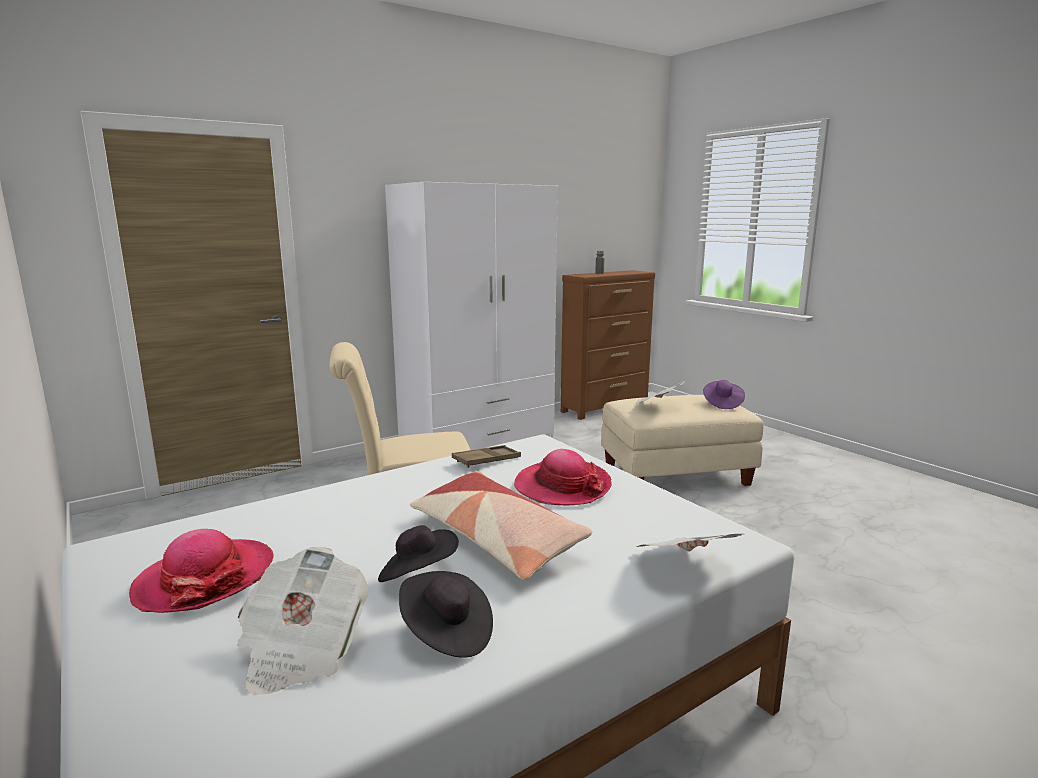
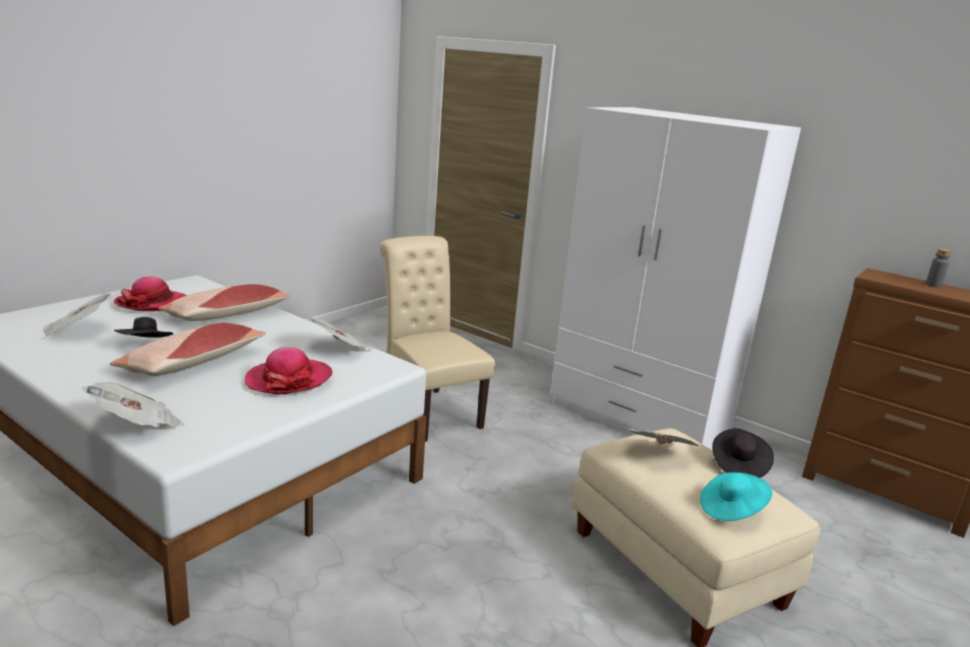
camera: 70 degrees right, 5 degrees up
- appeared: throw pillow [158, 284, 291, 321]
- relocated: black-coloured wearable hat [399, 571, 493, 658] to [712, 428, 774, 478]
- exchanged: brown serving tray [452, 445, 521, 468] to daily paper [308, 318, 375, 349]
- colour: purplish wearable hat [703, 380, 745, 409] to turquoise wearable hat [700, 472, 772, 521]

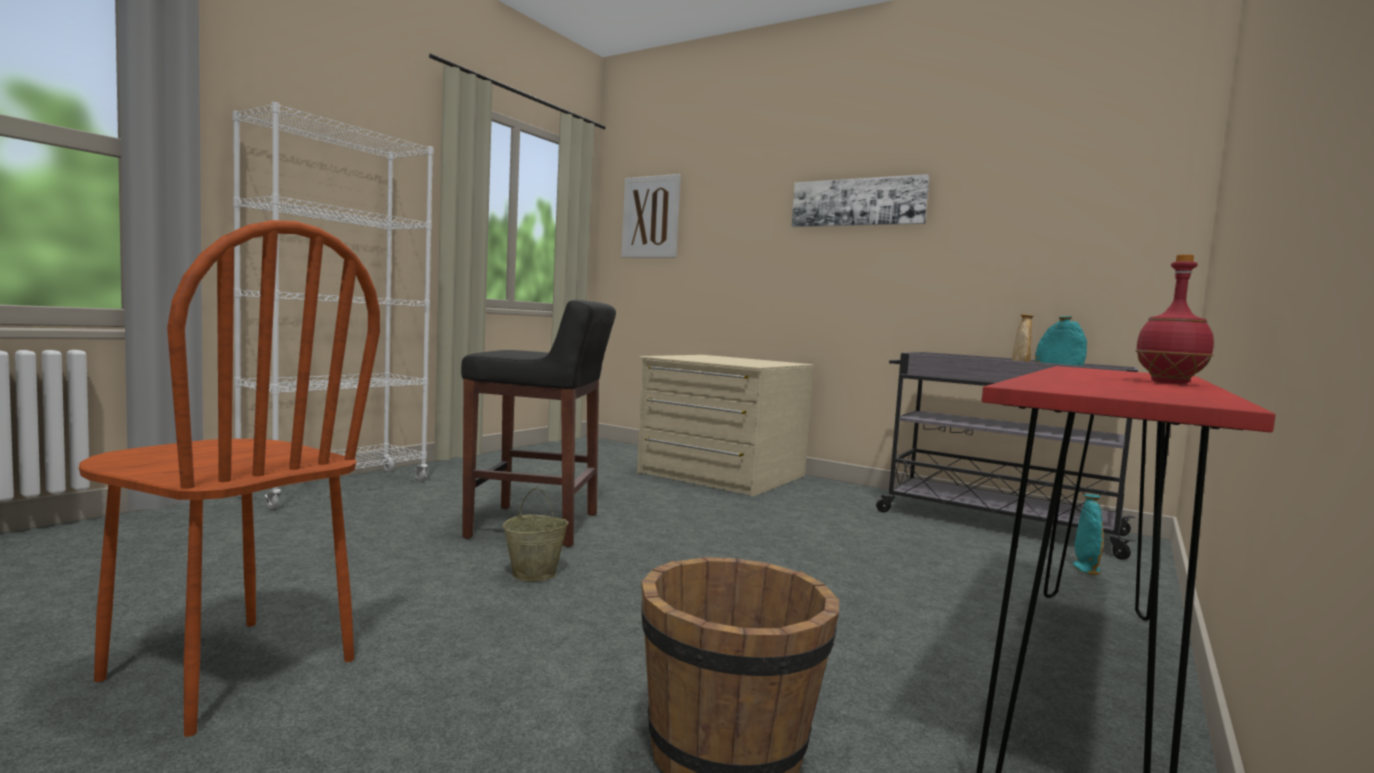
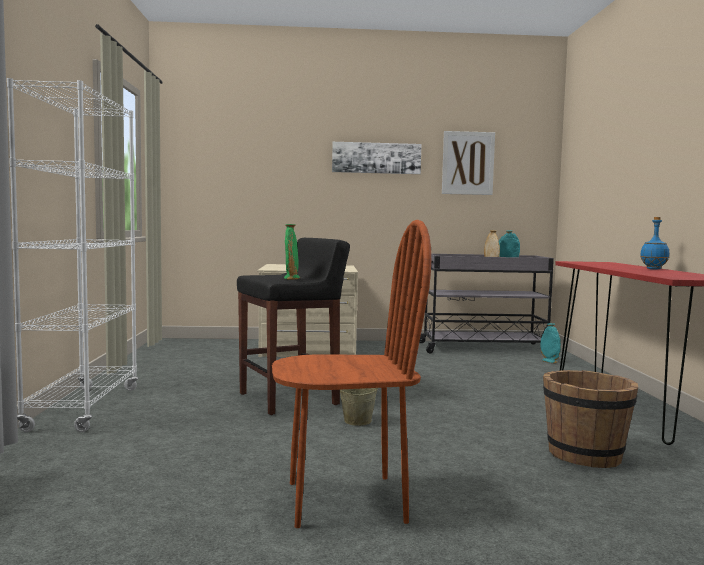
camera: 35 degrees left, 0 degrees up
- appeared: greenish vase [284, 224, 300, 280]
- relocated: wall picture [621, 174, 681, 258] to [442, 131, 495, 195]
- colour: red-coloured drink bottle [1135, 254, 1214, 384] to bluish drink bottle [640, 217, 669, 270]

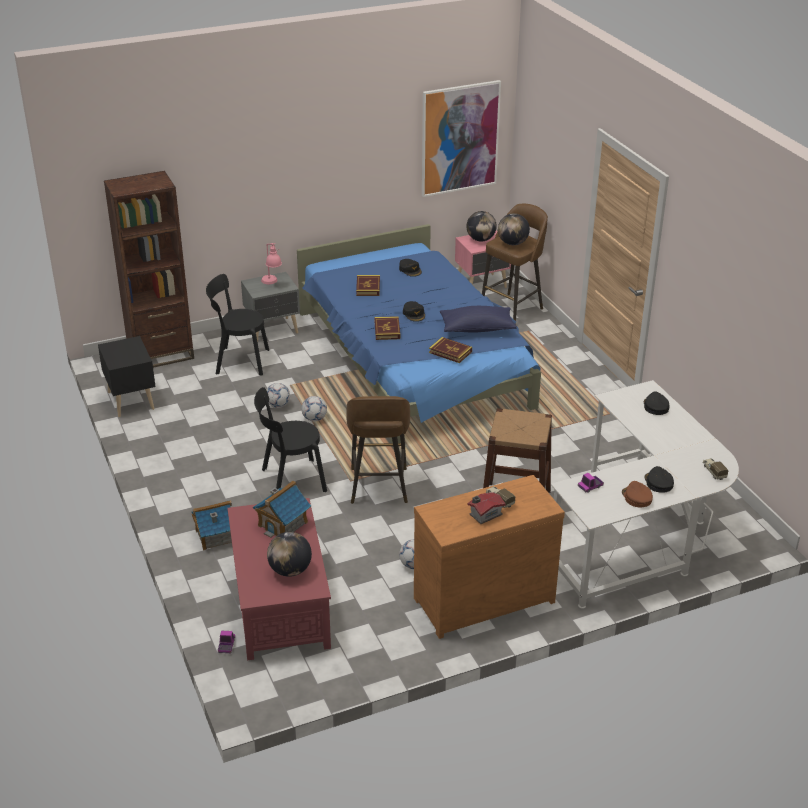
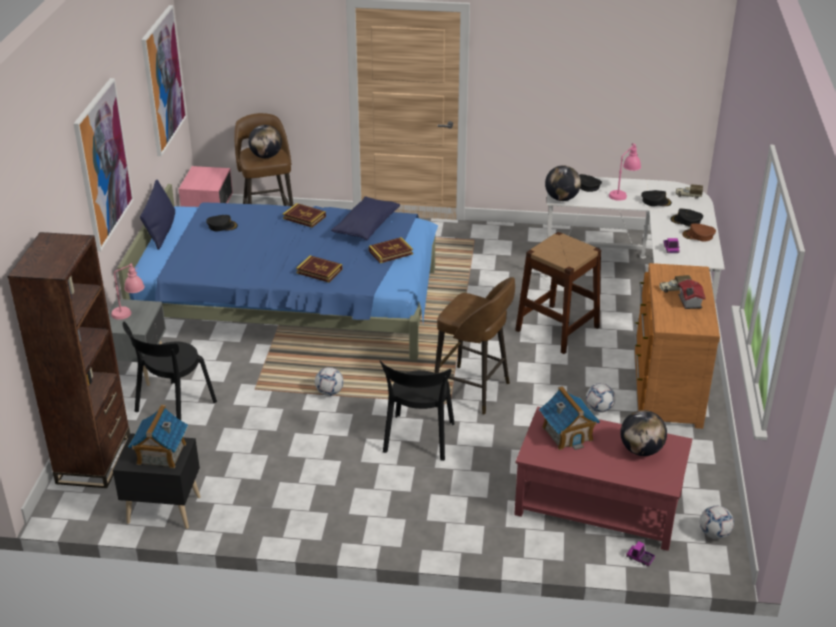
camera: 60 degrees left, 0 degrees up
- appeared: wall picture [73, 78, 134, 251]
- appeared: bluish throw pillow [140, 180, 175, 250]
- appeared: pink tabletop lamp [609, 143, 641, 201]
- relocated: model house [191, 500, 232, 550] to [128, 405, 188, 469]
- relocated: football ball [266, 383, 290, 408] to [700, 505, 734, 539]
- relocated: bound book [356, 275, 380, 296] to [283, 203, 326, 228]
- relocated: black-coloured baseball cap [403, 301, 425, 322] to [641, 190, 672, 206]
- relocated: world globe [466, 211, 497, 241] to [545, 165, 581, 201]

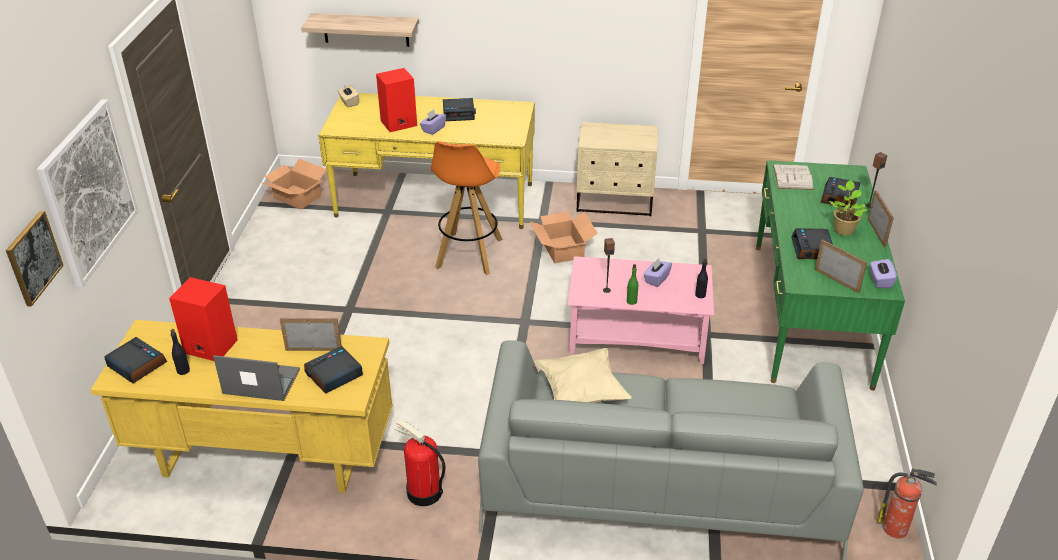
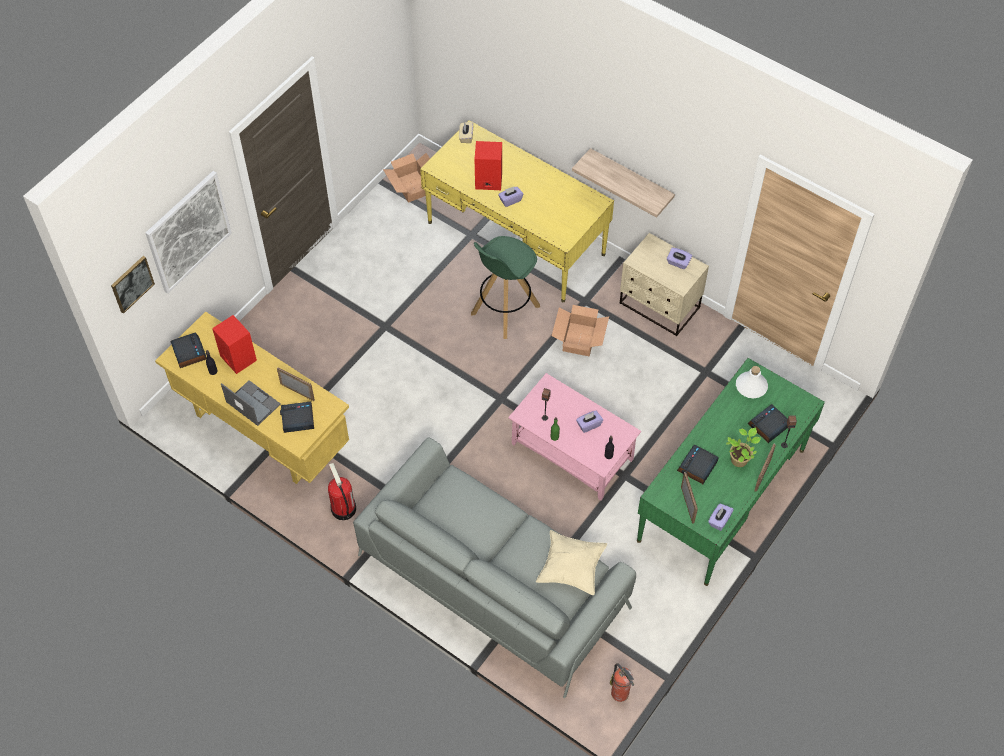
camera: 30 degrees right, 20 degrees up
- missing: table clock [443, 98, 476, 121]
- appeared: purplish tissue holder [667, 247, 692, 269]
- relocated: wall shelf [301, 13, 419, 47] to [572, 148, 675, 218]
- relocated: beige throw pillow [534, 348, 632, 403] to [536, 530, 607, 595]
- exchanged: white-coloured bound book [773, 164, 814, 190] to white-coloured drink bottle [736, 366, 768, 398]
- colour: orange sitting stool [431, 141, 503, 275] to greenish sitting stool [471, 236, 540, 339]

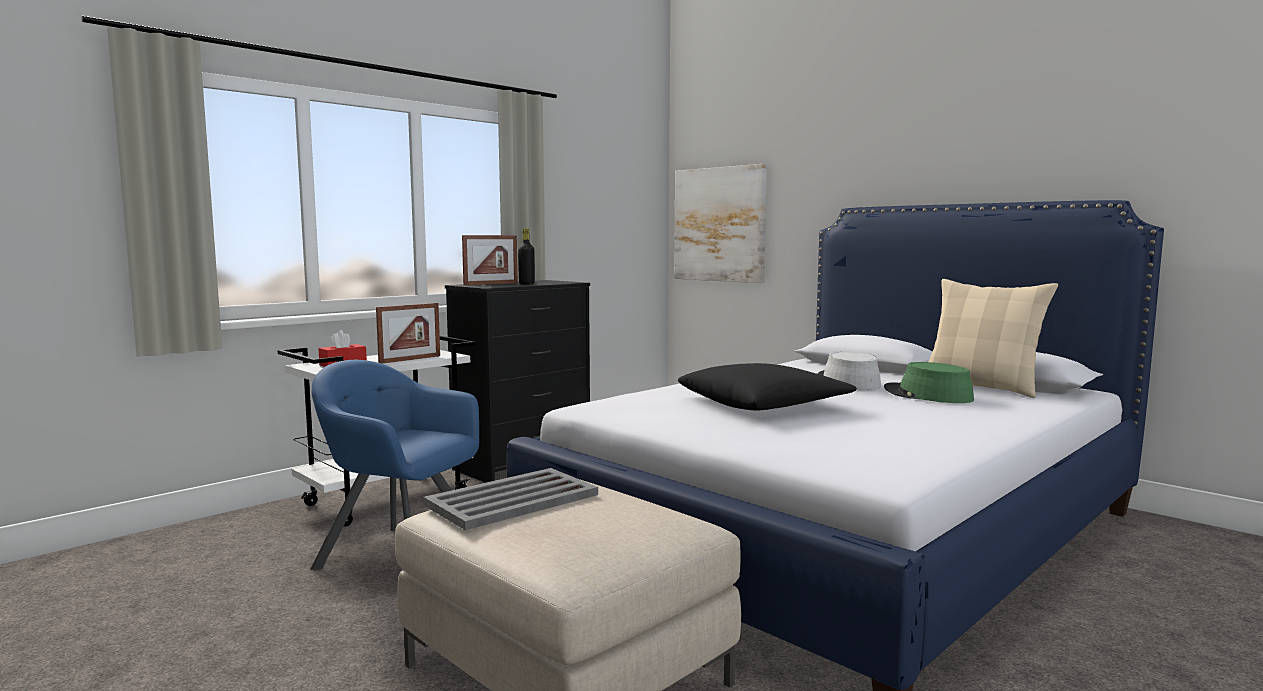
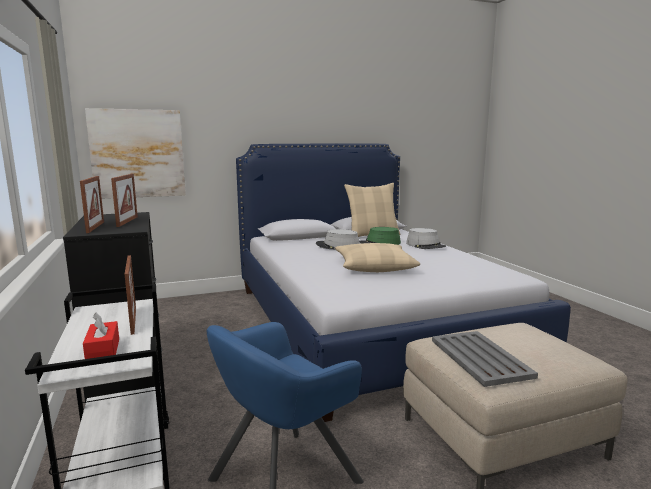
camera: 65 degrees left, 5 degrees up
- appeared: grey wearable hat [406, 228, 446, 249]
- exchanged: black-coloured drink bottle [518, 228, 535, 285] to photo frame [111, 174, 138, 227]
- colour: black-coloured throw pillow [678, 363, 857, 411] to beige throw pillow [335, 243, 420, 272]

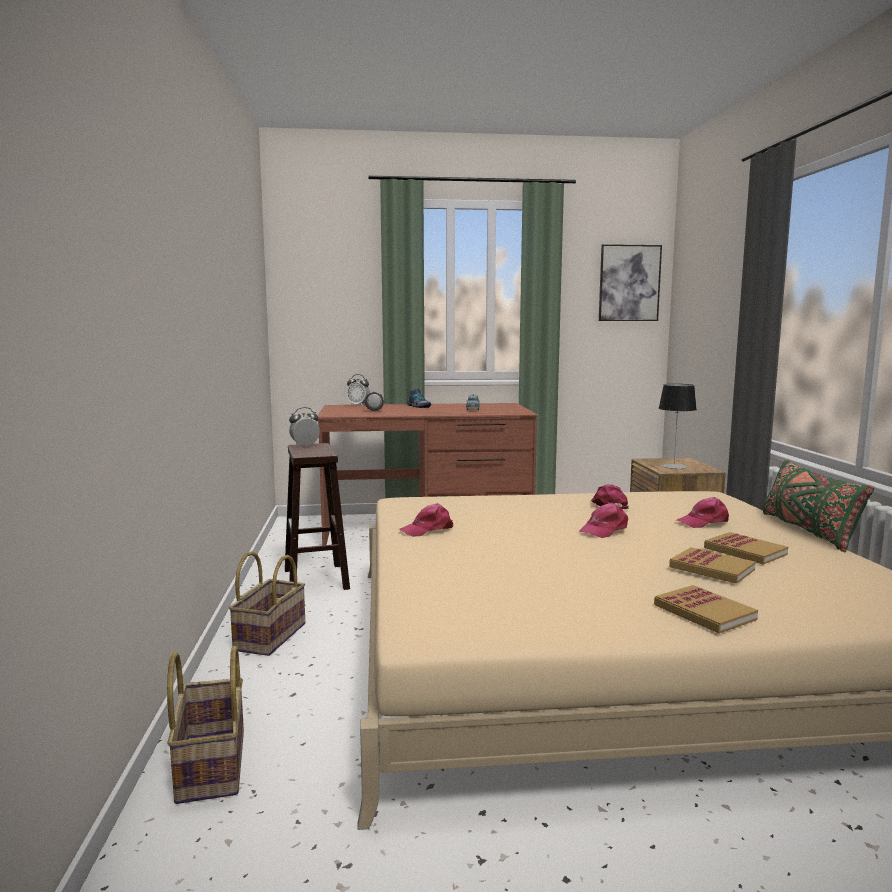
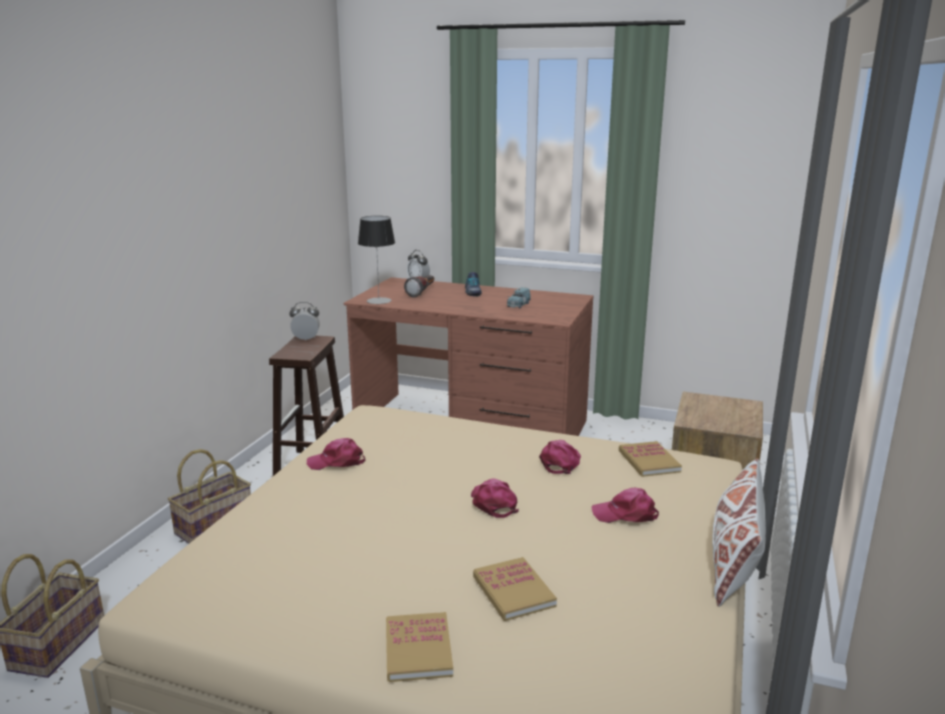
camera: 25 degrees right, 10 degrees up
- missing: wall picture [599, 244, 662, 321]
- relocated: tabletop lamp [659, 384, 697, 469] to [358, 216, 395, 304]
- relocated: bound book [704, 532, 788, 565] to [619, 441, 682, 477]
- colour: greenish throw pillow [763, 460, 874, 552] to white-coloured throw pillow [712, 458, 766, 607]
- spun: pink baseball cap [579, 503, 628, 538] = [471, 478, 519, 518] 90 degrees clockwise

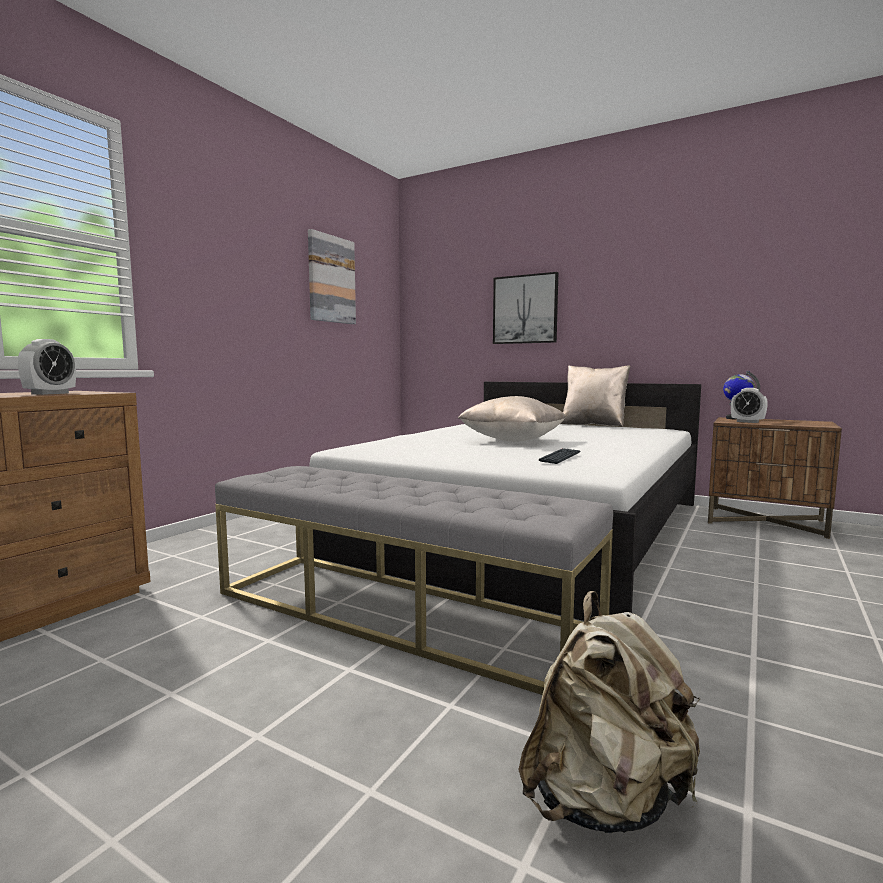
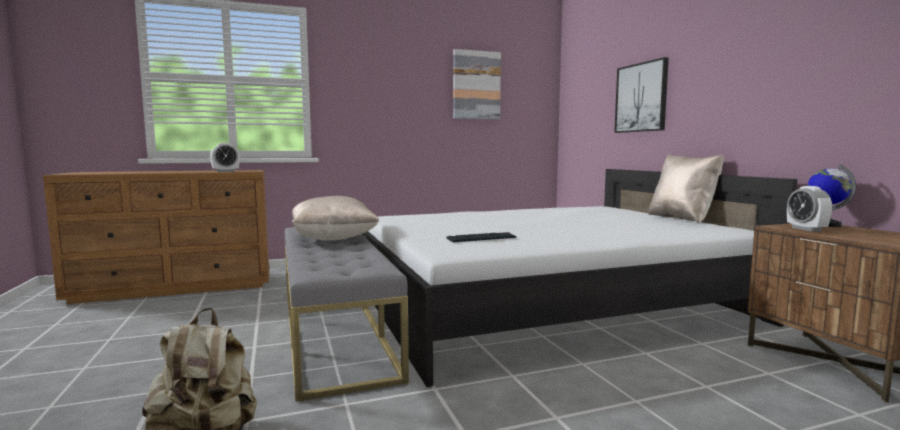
camera: 40 degrees right, 0 degrees up
- relocated: beige throw pillow [458, 396, 566, 442] to [292, 196, 379, 241]

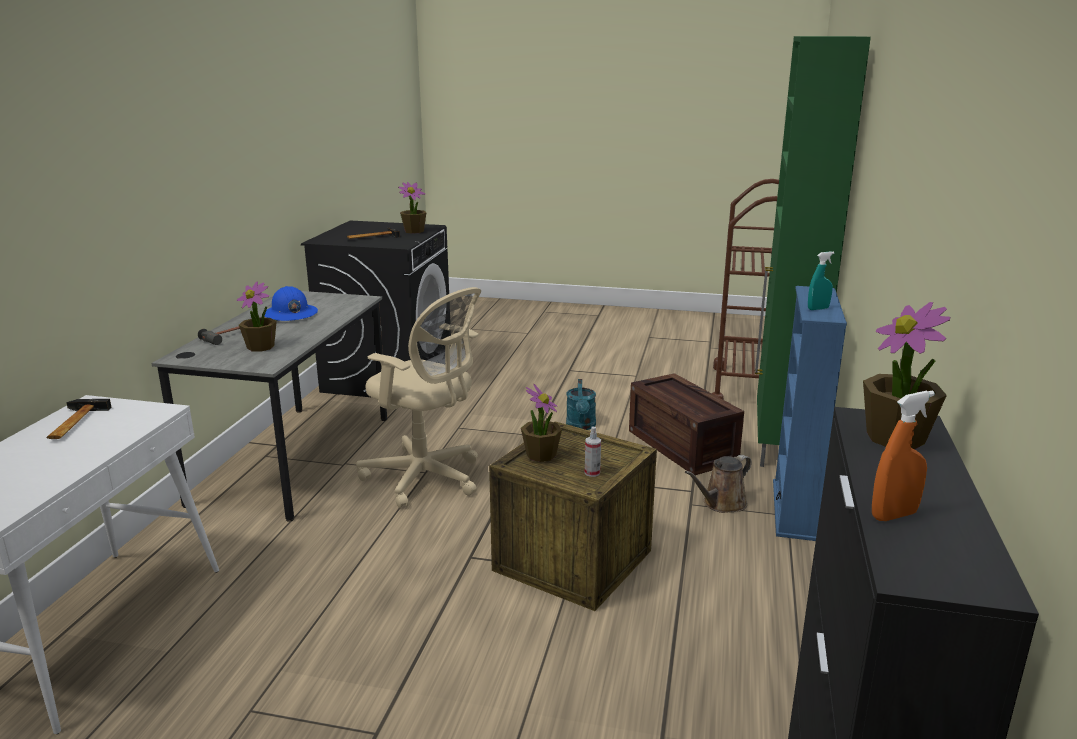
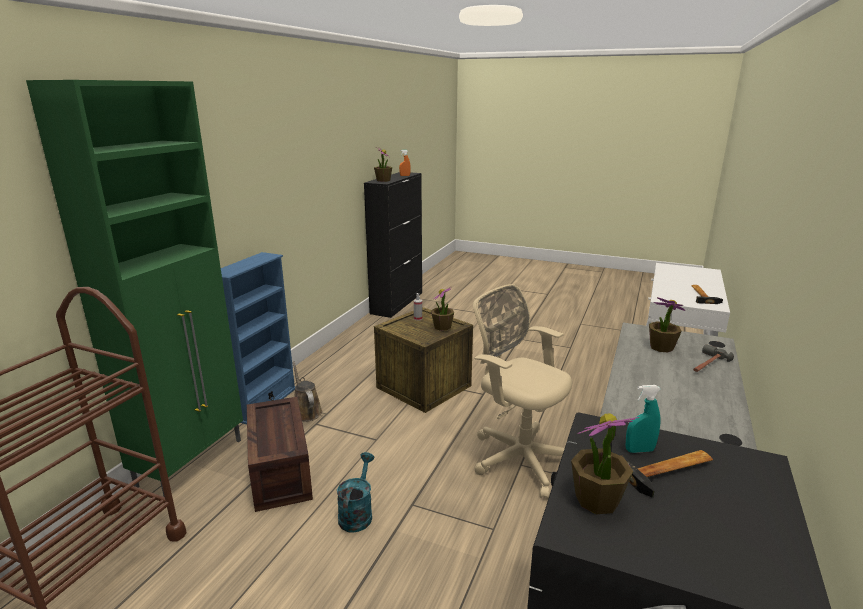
camera: 170 degrees left, 0 degrees up
- missing: bluish work helmet [264, 286, 318, 321]
- relocated: turquoise spray bottle [808, 251, 834, 310] to [626, 385, 661, 453]
- spun: brown sprinkling can [685, 455, 752, 513] = [293, 361, 322, 422] 90 degrees counterclockwise

